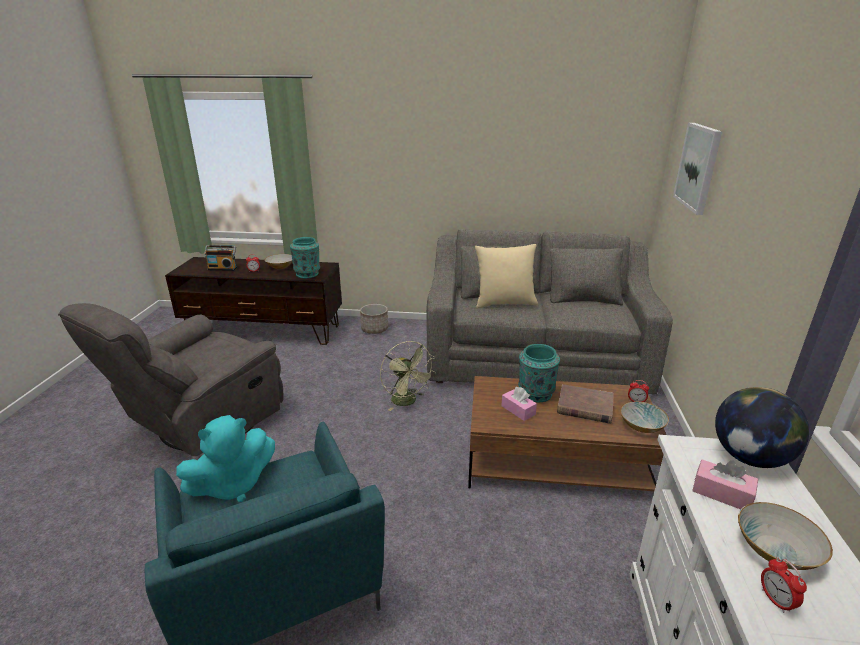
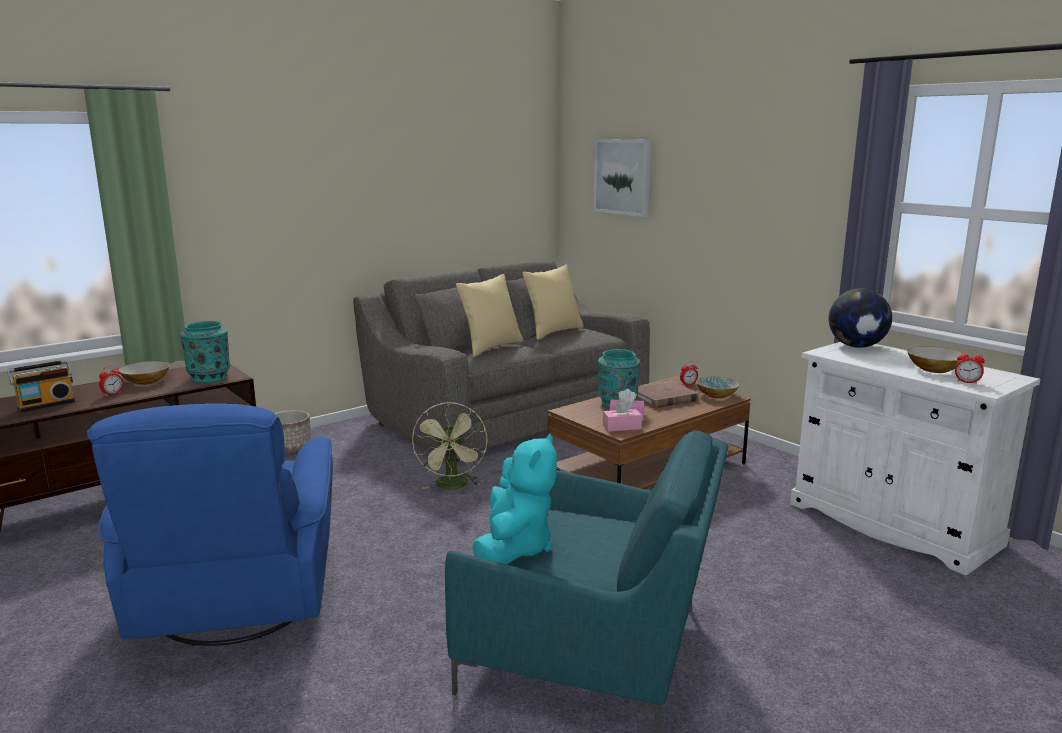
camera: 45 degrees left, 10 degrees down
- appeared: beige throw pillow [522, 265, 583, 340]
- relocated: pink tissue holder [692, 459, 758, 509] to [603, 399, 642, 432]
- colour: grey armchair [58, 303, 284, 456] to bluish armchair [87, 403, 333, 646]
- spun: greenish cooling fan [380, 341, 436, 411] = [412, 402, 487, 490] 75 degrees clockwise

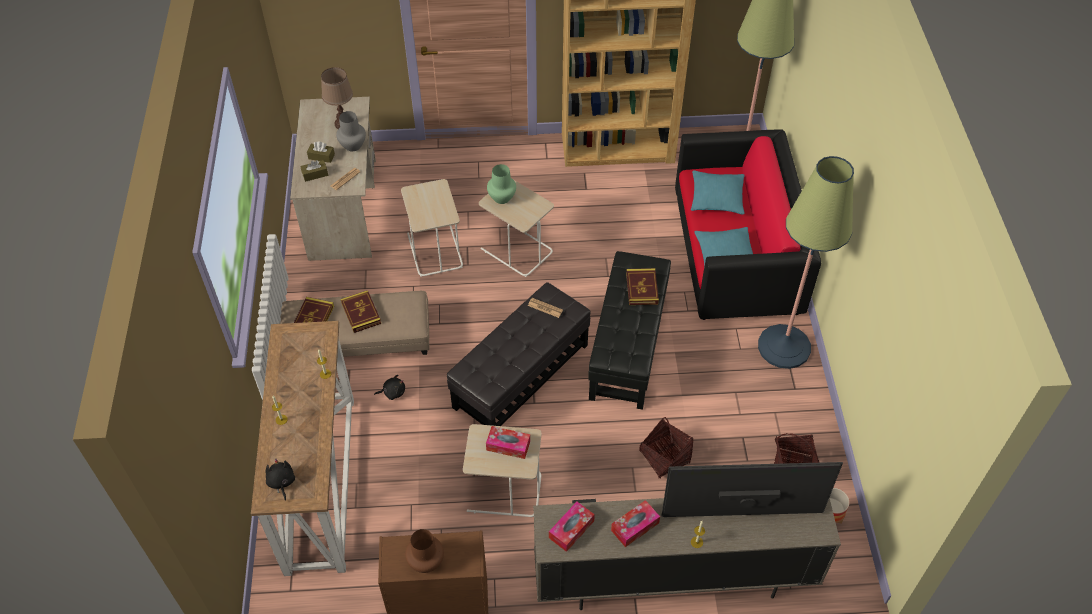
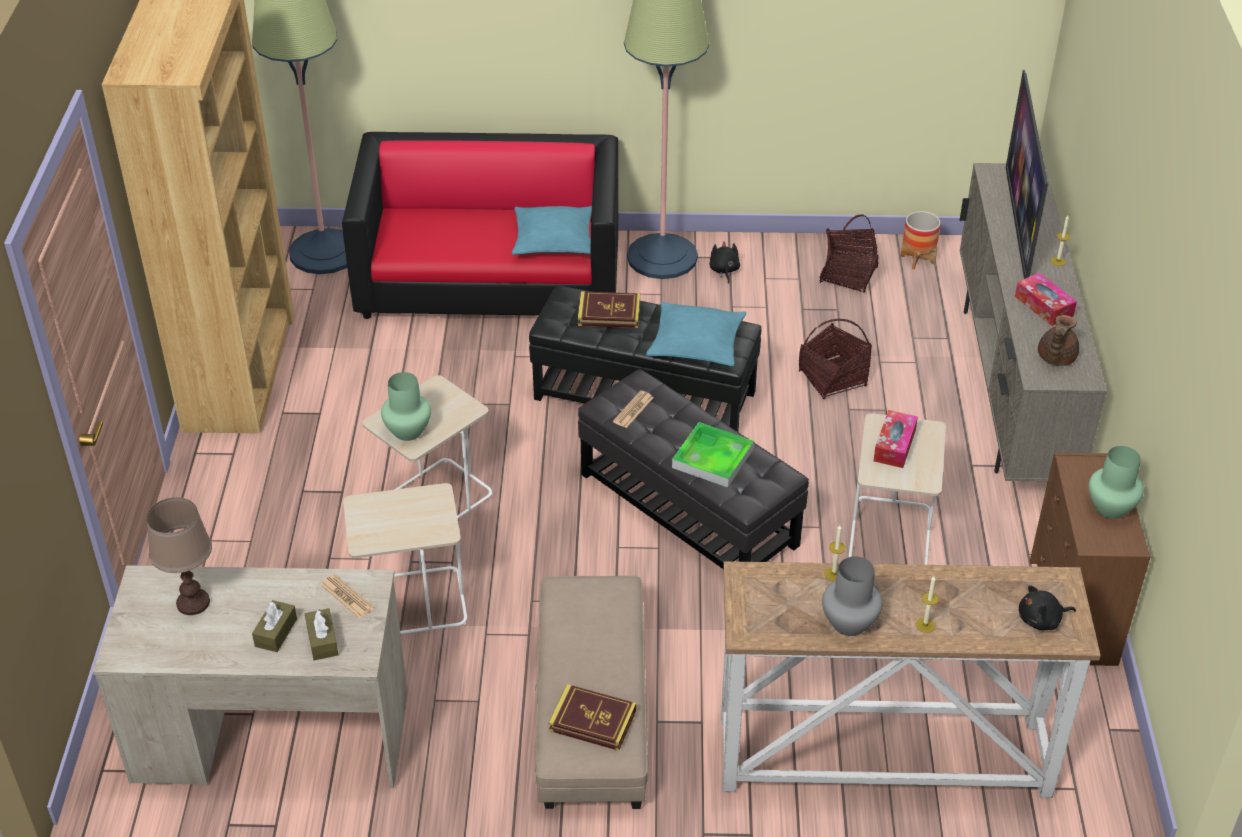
camera: 85 degrees left, 10 degrees down
- missing: bound book [341, 290, 381, 333]
- appeared: serving tray [672, 422, 754, 488]
- relocated: grey vase [336, 111, 366, 151] to [822, 556, 883, 636]
- relocated: black-coloured plush toy [374, 375, 405, 400] to [709, 242, 740, 284]
- relocated: turquoise throw pillow [691, 170, 745, 214] to [646, 302, 746, 367]
- exchanged: tissue holder [549, 502, 595, 552] to brown tea pot [1038, 315, 1079, 366]
- colour: brown vase [405, 529, 444, 573] to greenish vase [1089, 446, 1144, 519]

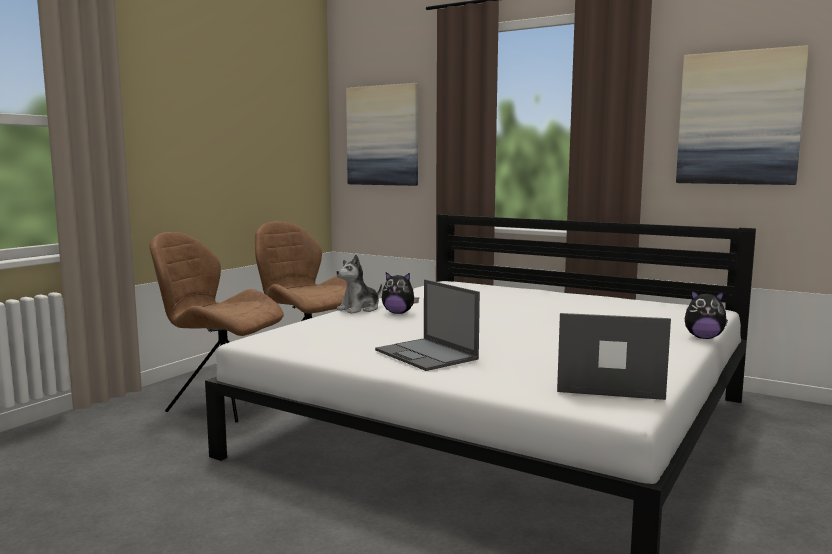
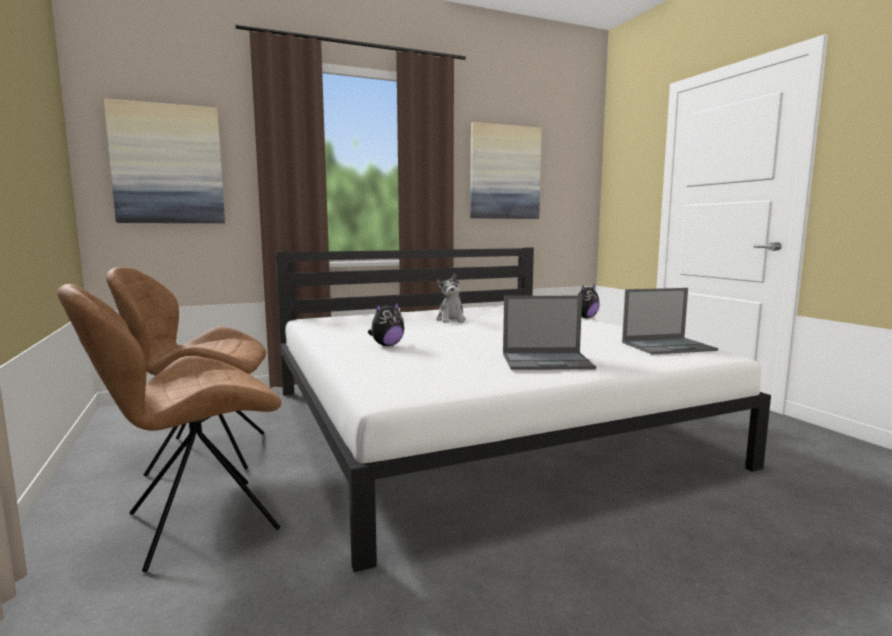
camera: 55 degrees left, 0 degrees up
- relocated: plush toy [336, 254, 382, 314] to [437, 273, 466, 323]
- spun: portable computer [557, 313, 671, 400] = [622, 288, 718, 354] 150 degrees counterclockwise

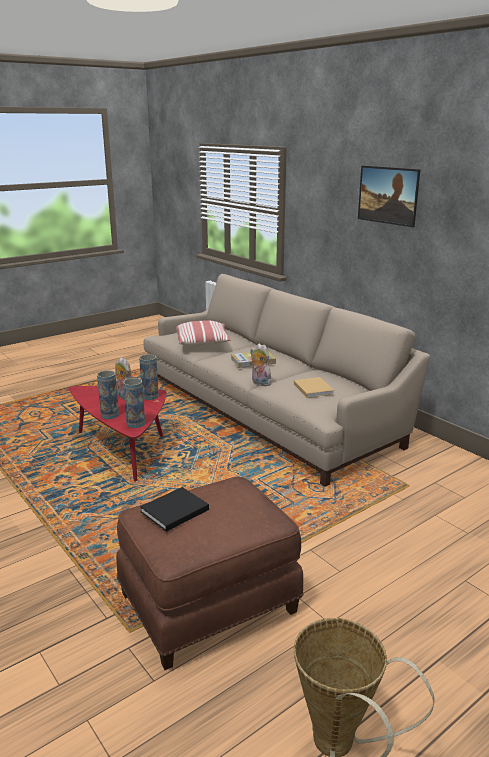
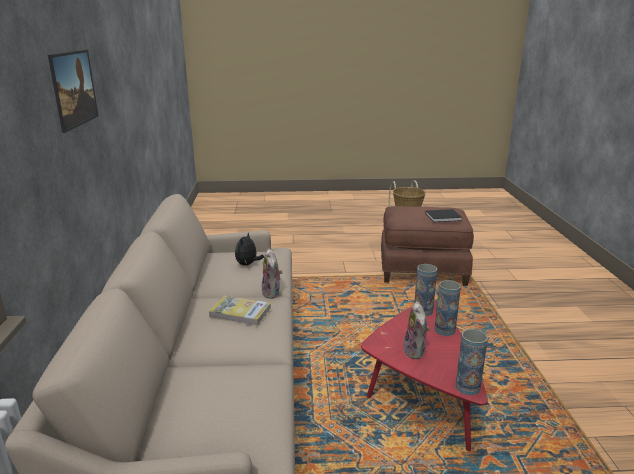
camera: 145 degrees left, 0 degrees up
- missing: throw pillow [176, 320, 231, 347]
- relocated: vase [139, 354, 159, 400] to [455, 329, 488, 395]
- exchanged: beige bound book [294, 377, 334, 398] to plush toy [235, 233, 264, 266]

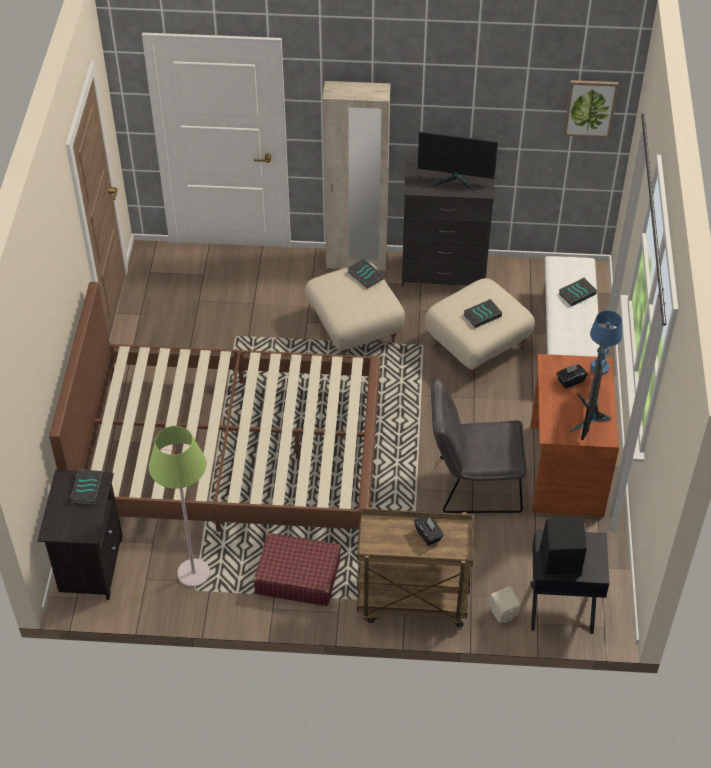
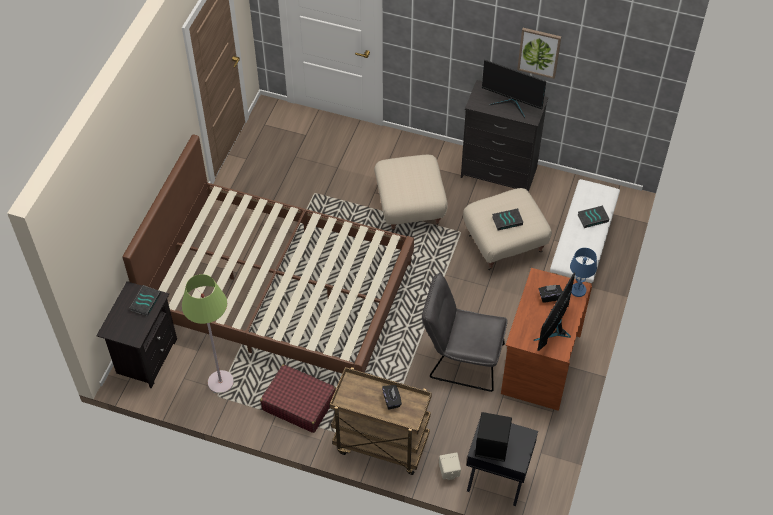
camera: 15 degrees right, 5 degrees up
- missing: beige clothes cupboard [323, 81, 391, 271]
- missing: bound book [347, 259, 384, 289]
- relocated: wall picture [564, 80, 619, 138] to [517, 28, 562, 79]

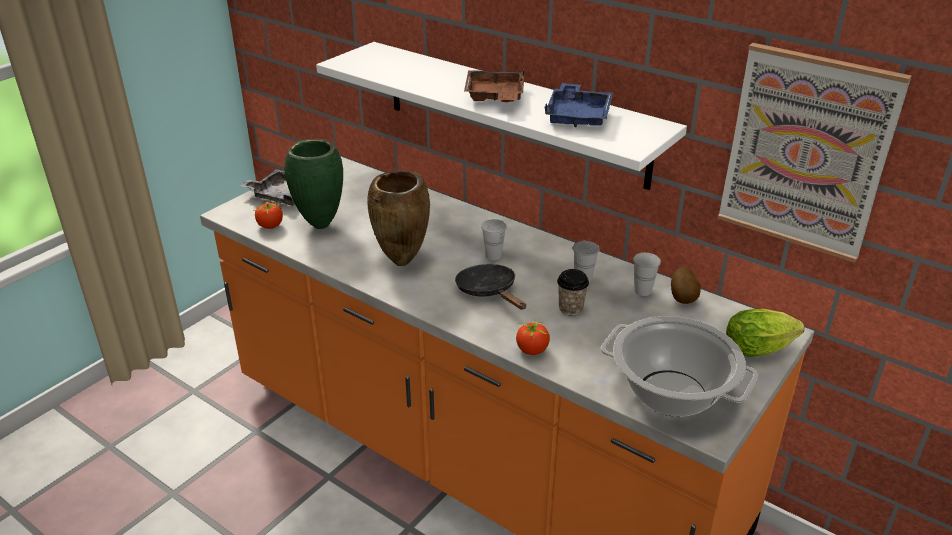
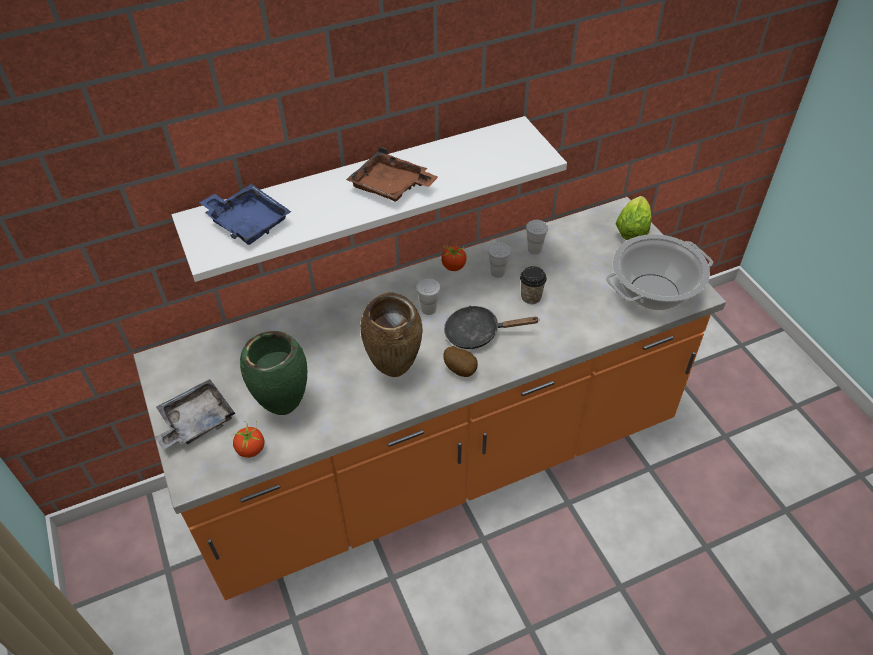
camera: 60 degrees left, 15 degrees up
- missing: wall picture [717, 43, 912, 263]
- relocated: fresh tomato [516, 320, 550, 355] to [441, 246, 467, 271]
- relocated: bluish serving tray [544, 83, 613, 127] to [199, 184, 291, 245]
- relocated: whole potato [671, 267, 701, 304] to [444, 346, 478, 377]

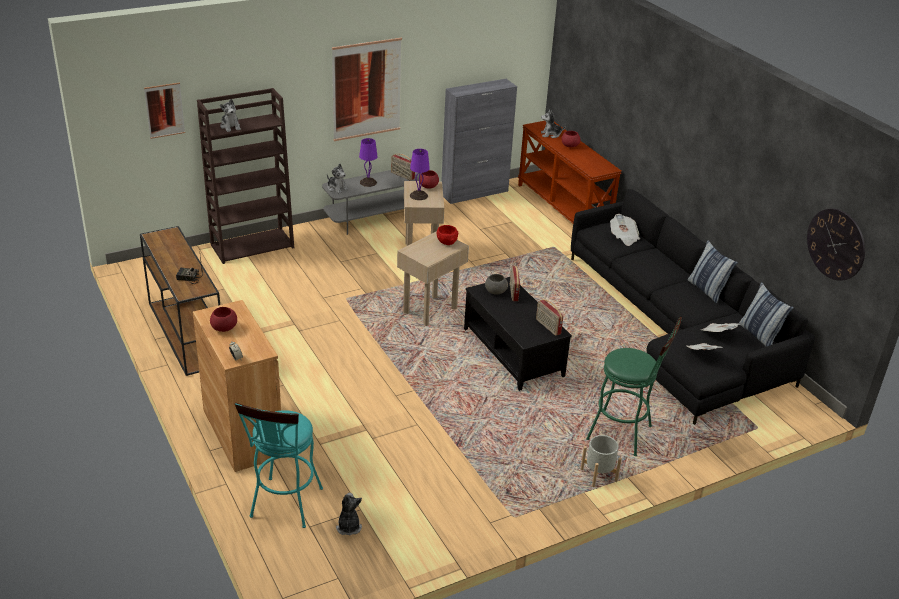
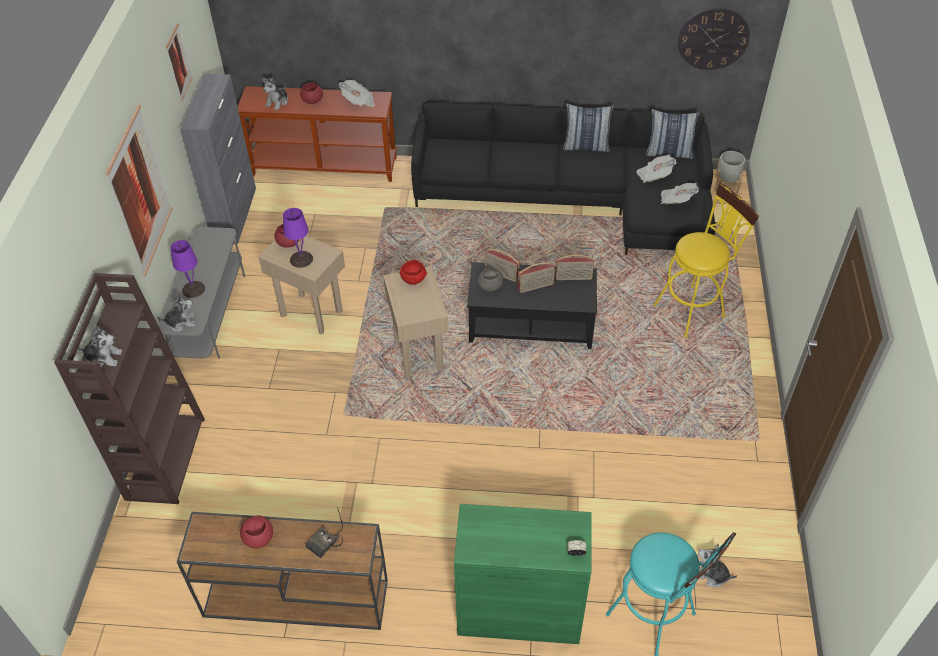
camera: 55 degrees left, 15 degrees up
- relocated: wall picture [144, 83, 185, 139] to [166, 23, 193, 102]
- relocated: red-coloured serving bowl [210, 307, 237, 332] to [240, 515, 273, 548]
- relocated: radio set [391, 154, 415, 181] to [517, 263, 555, 293]
- relocated: grey plant pot [580, 435, 622, 487] to [714, 151, 745, 194]
- relocated: daily paper [610, 214, 640, 246] to [339, 80, 375, 107]
- colour: brown cabinet [193, 300, 281, 472] to greenish cabinet [454, 504, 592, 644]
- colour: greenish sitting stool [586, 317, 682, 456] to yellow-coloured sitting stool [653, 183, 759, 338]

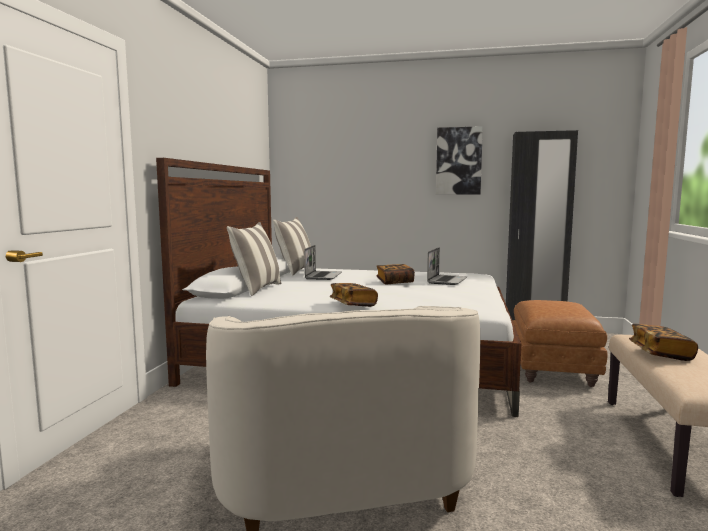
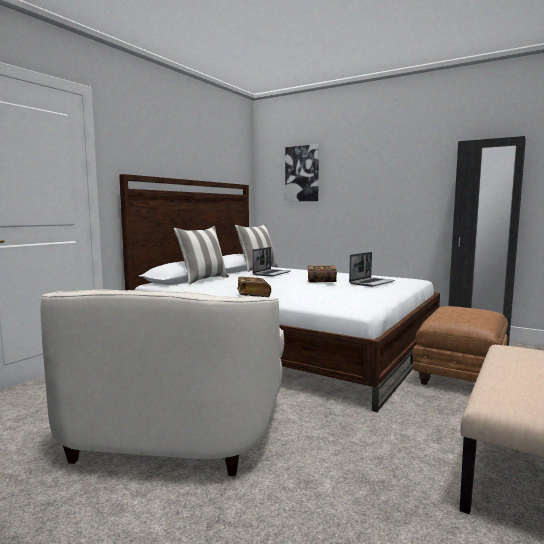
camera: 20 degrees right, 0 degrees up
- missing: bound book [629, 324, 698, 361]
- relocated: wall picture [436, 126, 483, 194] to [285, 144, 319, 202]

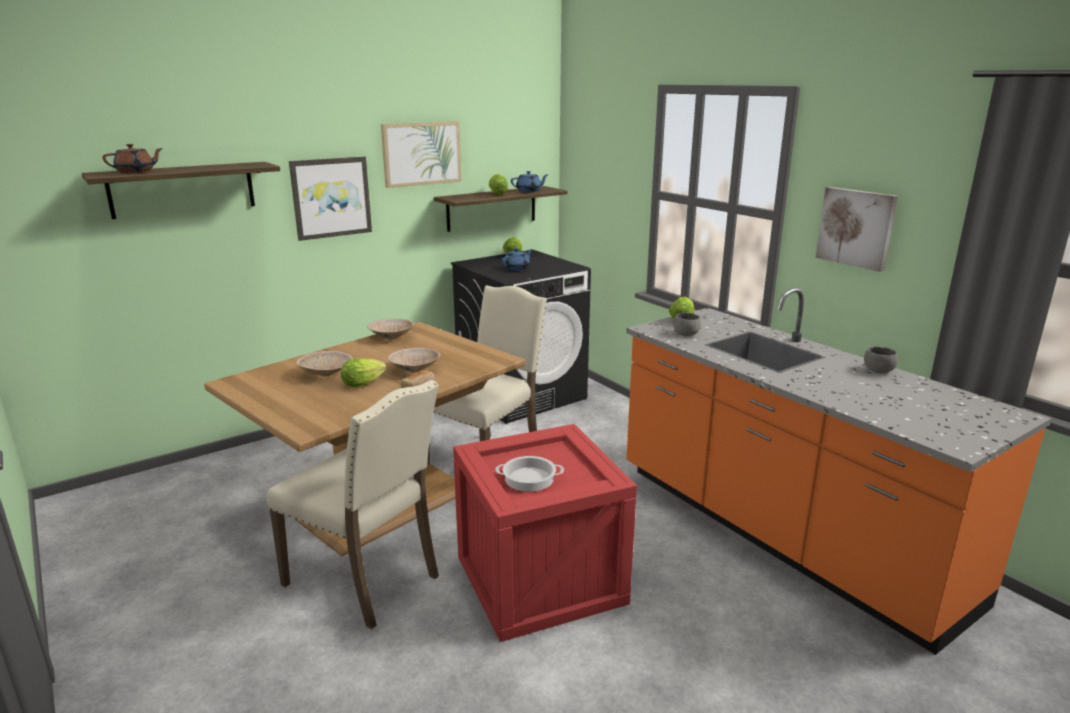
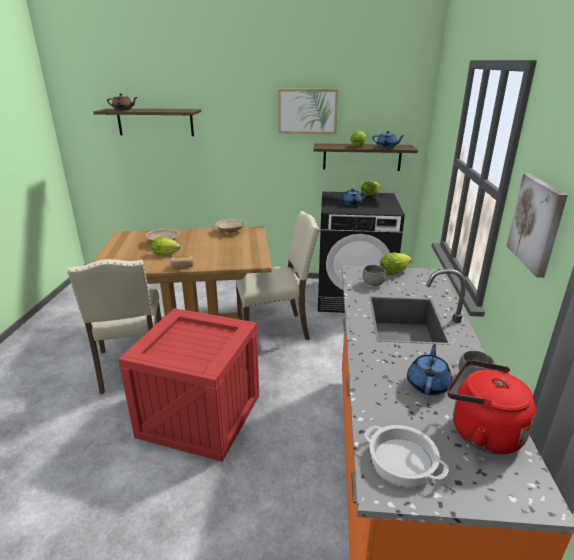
camera: 40 degrees right, 5 degrees up
- missing: wall picture [289, 156, 372, 241]
- missing: beige serving bowl [388, 348, 441, 373]
- appeared: bluish tea pot [407, 344, 452, 396]
- appeared: red-coloured kettle [447, 360, 536, 454]
- relocated: saucepot [496, 456, 564, 492] to [364, 425, 449, 486]

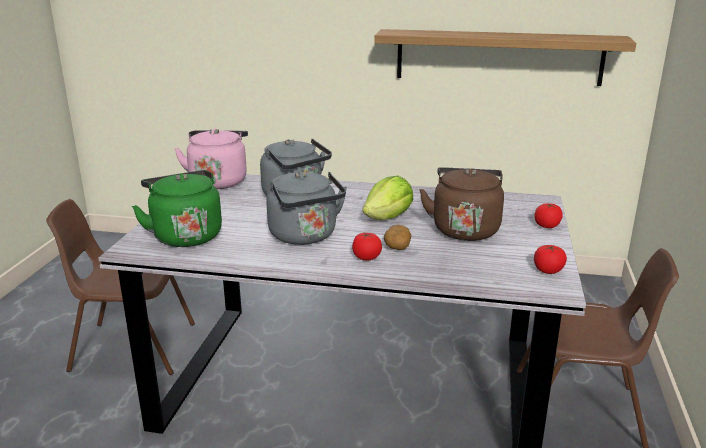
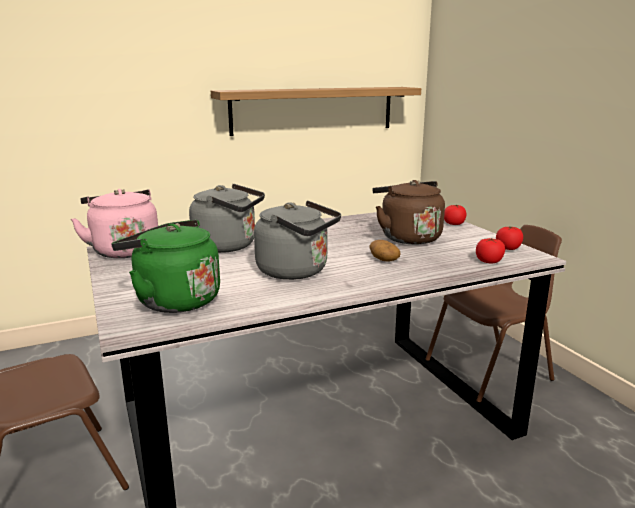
camera: 35 degrees left, 5 degrees down
- missing: lettuce [363, 176, 413, 220]
- relocated: fresh tomato [352, 233, 382, 260] to [476, 238, 505, 264]

